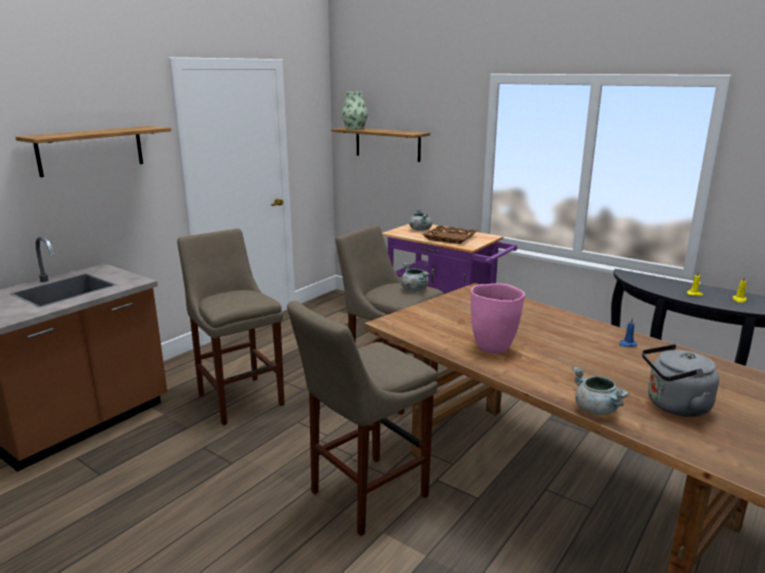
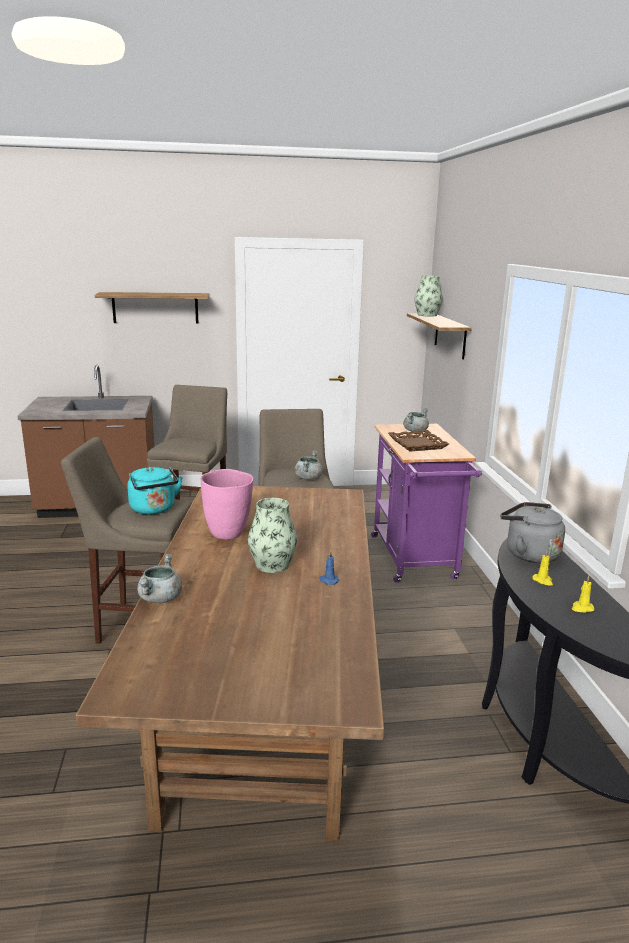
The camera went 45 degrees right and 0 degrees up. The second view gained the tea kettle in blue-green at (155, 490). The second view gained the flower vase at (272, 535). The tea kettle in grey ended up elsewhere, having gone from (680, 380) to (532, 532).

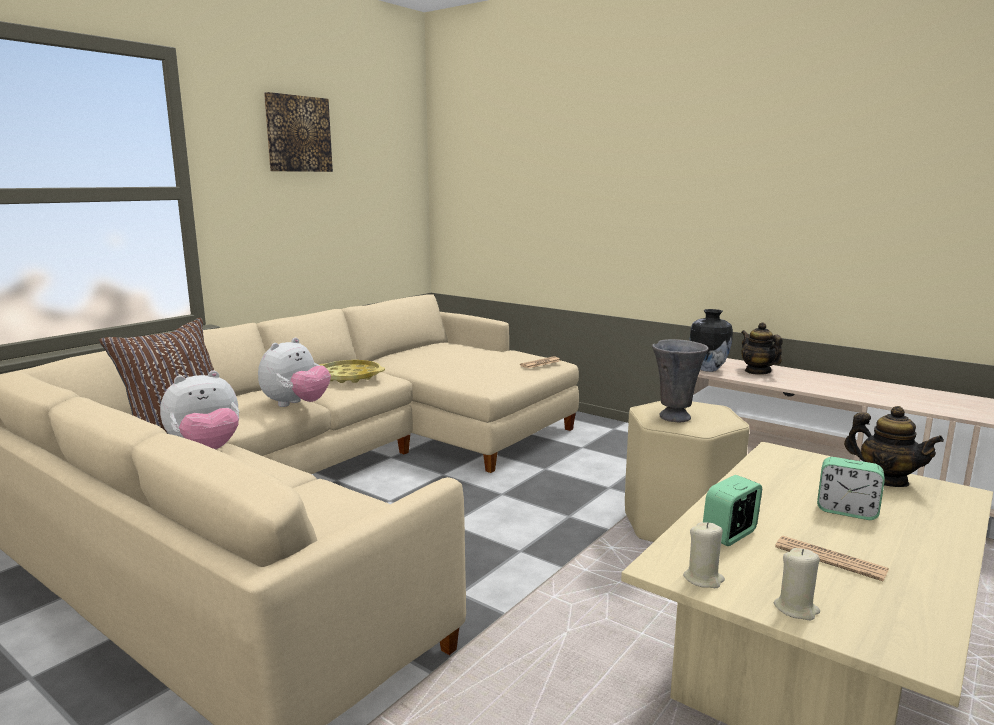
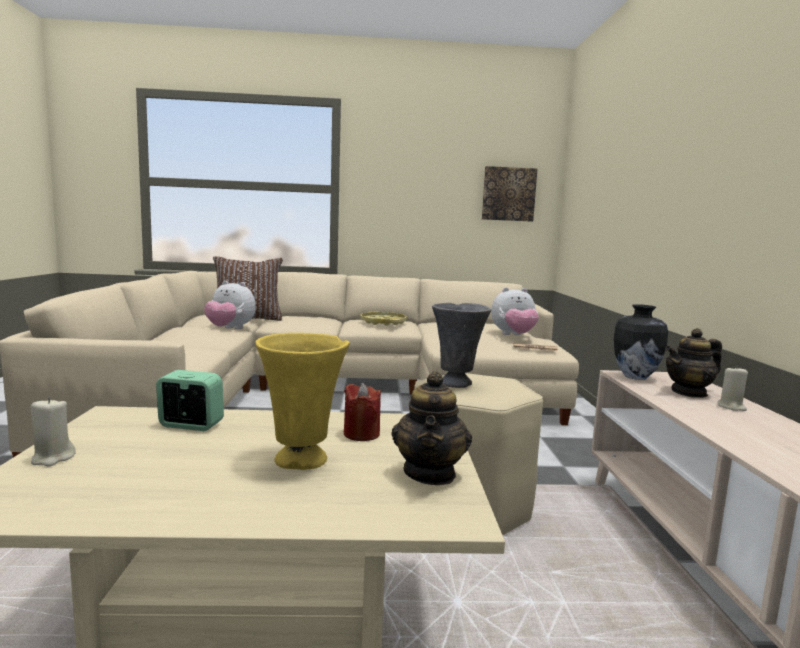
The camera went 50 degrees right and 5 degrees down. The second view lost the printed paper at (832, 558). The second view gained the wax light in red at (362, 412). The soft toy ended up elsewhere, having gone from (294, 372) to (515, 311). The wall art ended up elsewhere, having gone from (298, 132) to (509, 194). The wax light in sand-coloured ended up elsewhere, having gone from (704, 555) to (732, 388). Where the alarm clock stood at (851, 488), the flower vase in yellow came to stand at (303, 401). The tea pot at (762, 348) ended up facing another way, 135 degrees counterclockwise from before.

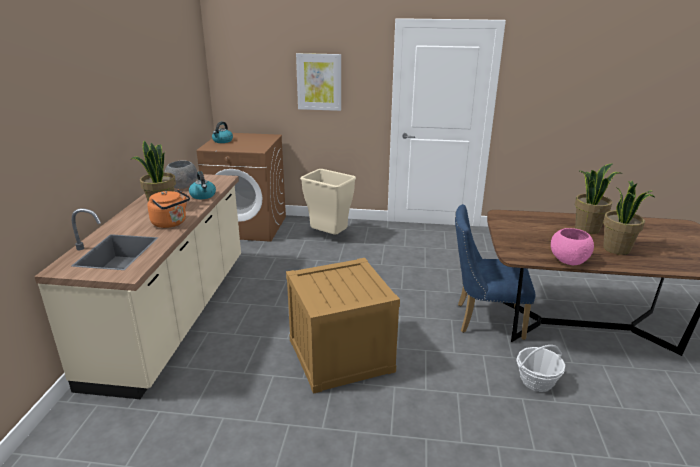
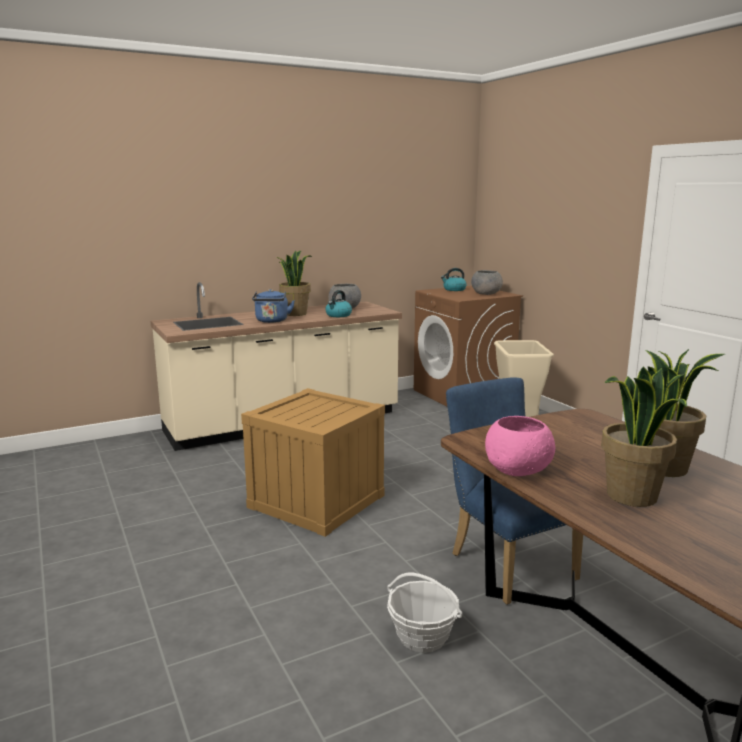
The camera went 55 degrees right and 10 degrees down. The second view lost the wall art at (318, 82). The second view gained the serving bowl in grey at (487, 282). What was the tea kettle in orange at (168, 208) turned into the tea kettle in bluish at (273, 306).

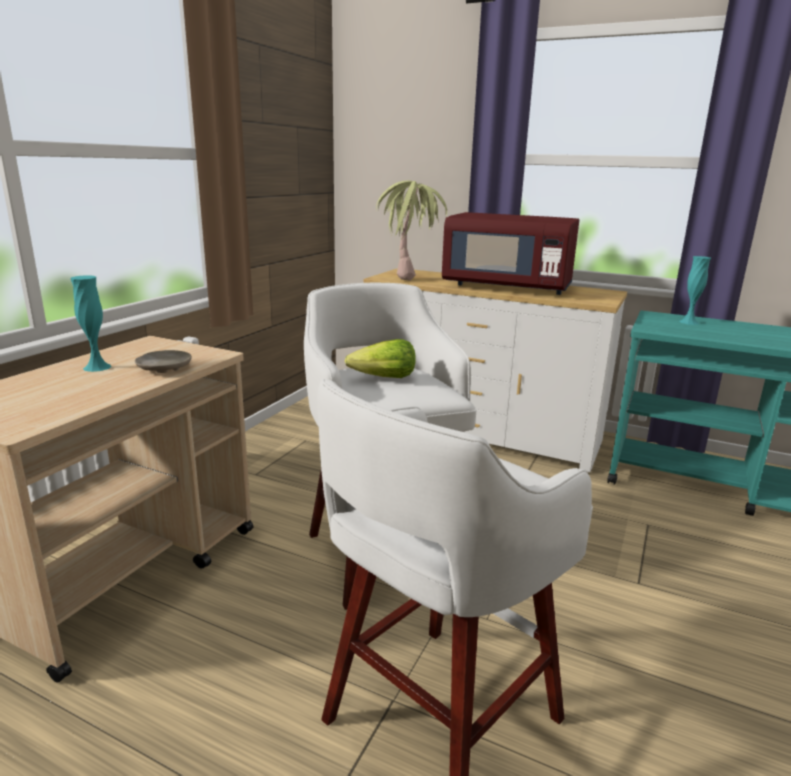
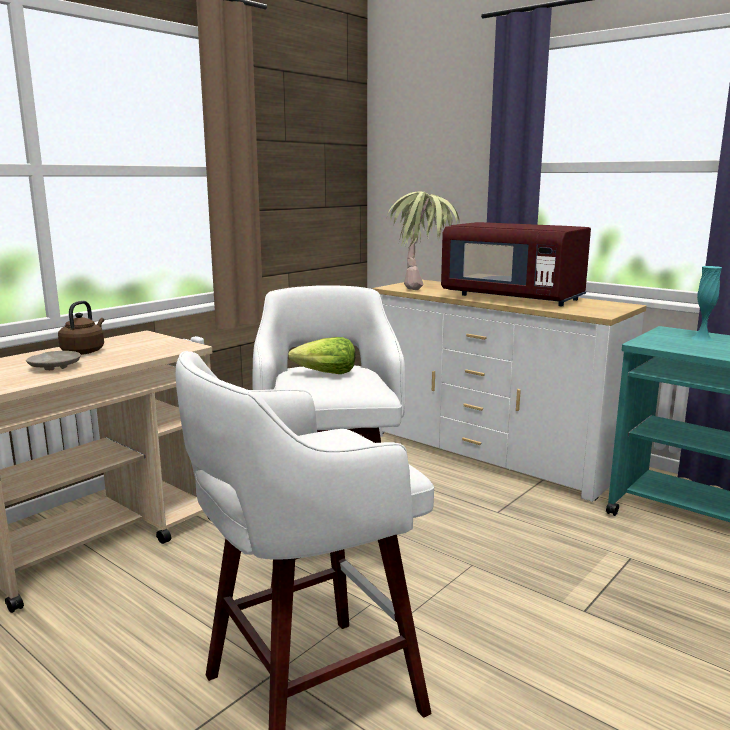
The camera went 15 degrees right and 5 degrees down. The dinner plate in sand-coloured ended up elsewhere, having gone from (163, 361) to (53, 360). Where the flower vase in blue-green stood at (91, 323), the tea kettle in brownish came to stand at (81, 328).

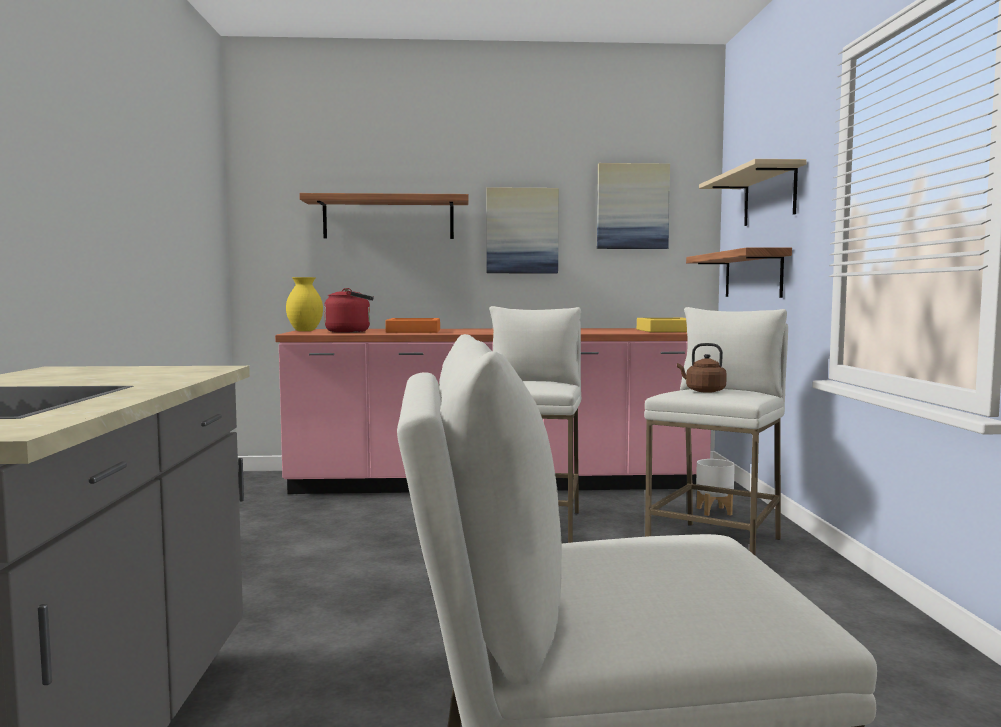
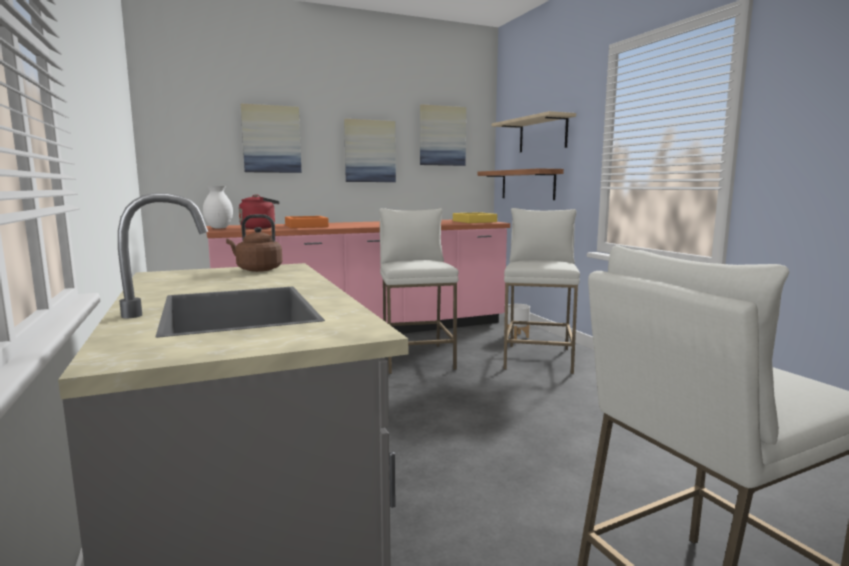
The camera went 20 degrees left and 5 degrees up. The tea kettle in brownish ended up elsewhere, having gone from (702, 368) to (254, 243). Where the wall shelf hung at (384, 216), the wall art came to hang at (271, 138). What was the flower vase in yellow at (304, 304) turned into the flower vase in white-coloured at (218, 207).

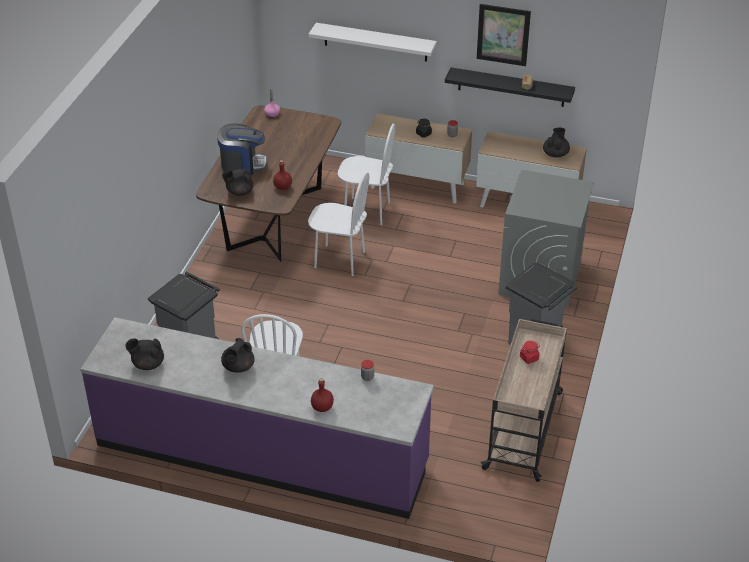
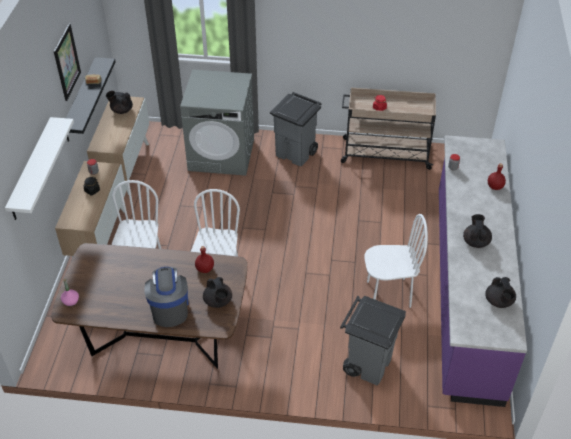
The camera went 100 degrees left and 5 degrees up. The tea pot in blackish at (238, 355) ended up facing another way, 105 degrees counterclockwise from before.

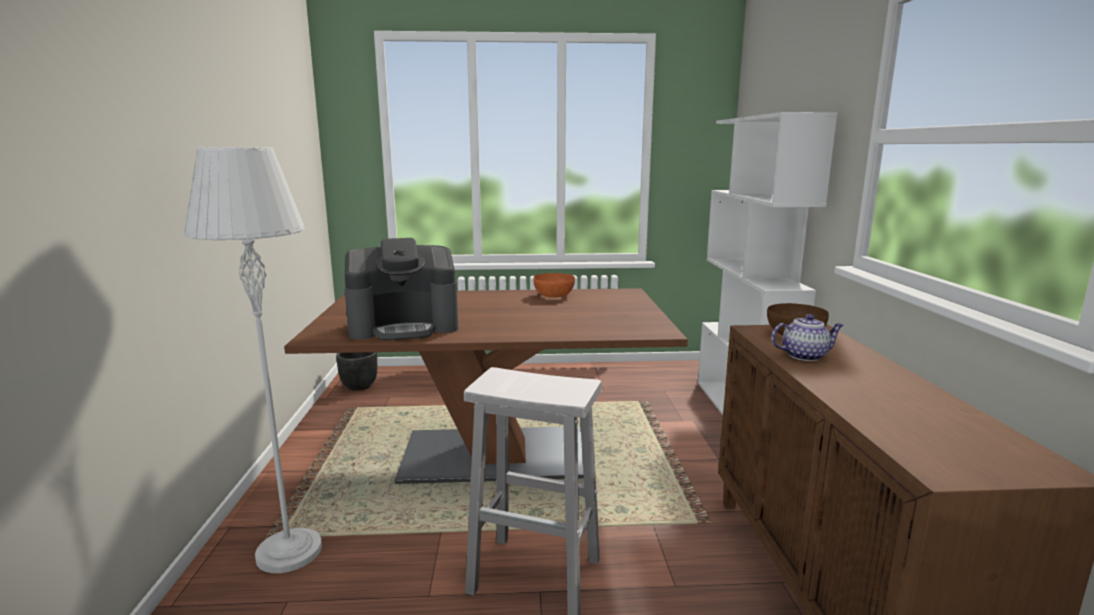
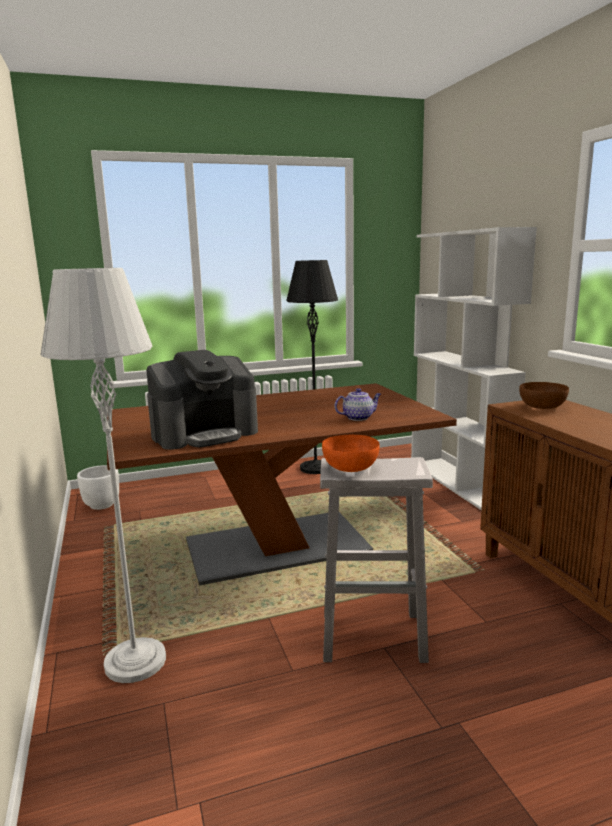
The camera went 15 degrees left and 0 degrees up. The second view gained the floor lamp in blackish at (312, 367). The serving bowl in orange ended up elsewhere, having gone from (554, 285) to (351, 453). The tea pot ended up elsewhere, having gone from (807, 337) to (357, 404). What was the flower pot in blackish at (356, 371) turned into the flower pot in white-coloured at (98, 487).

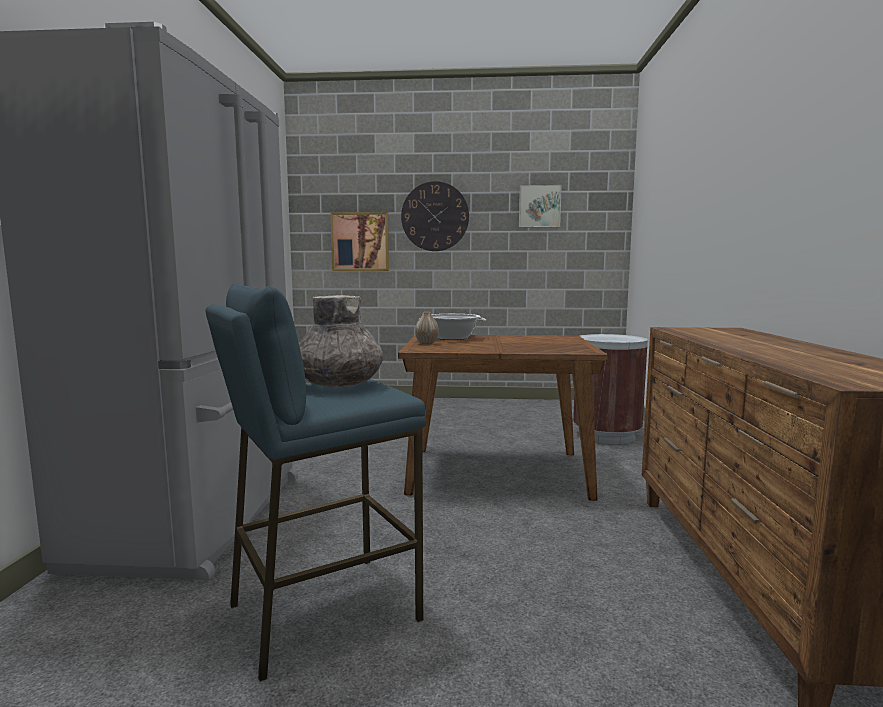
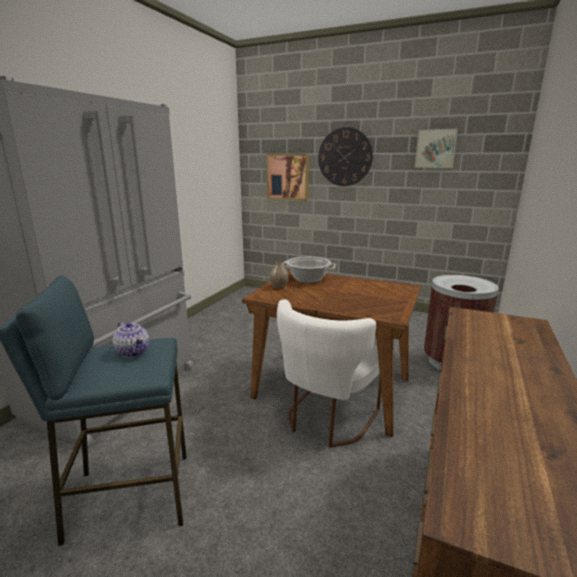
The camera went 20 degrees right and 10 degrees up. The second view gained the chair in white-coloured at (329, 373). Where the flower vase in grey stood at (341, 341), the tea pot came to stand at (131, 340).

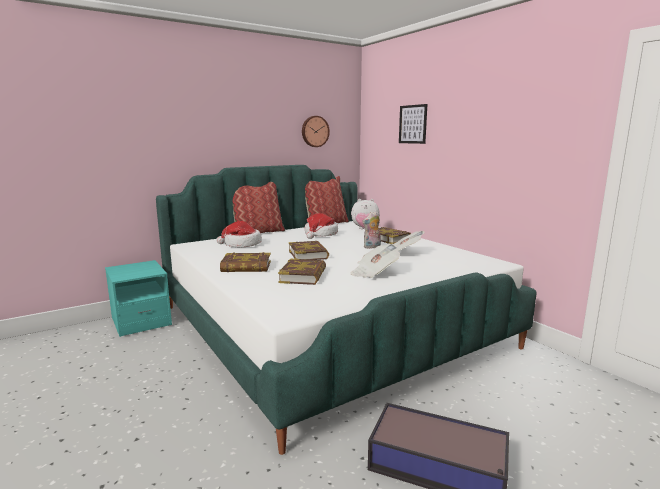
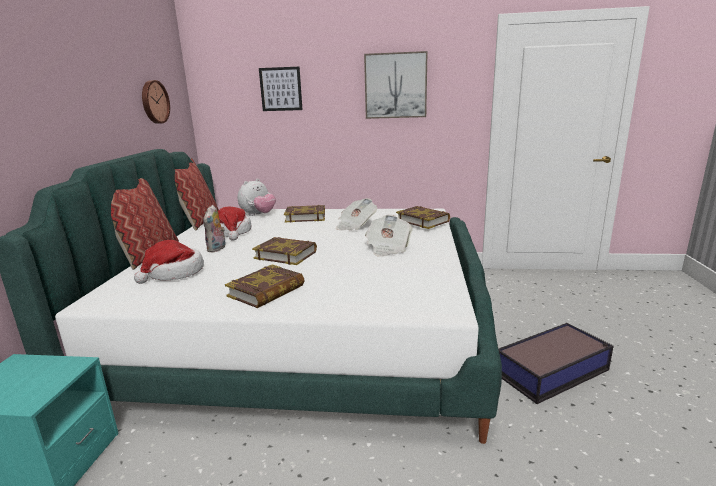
The camera went 50 degrees left and 5 degrees up. The second view gained the wall art at (396, 85). The book ended up elsewhere, having gone from (302, 272) to (423, 217). The soft toy ended up elsewhere, having gone from (371, 230) to (214, 228).

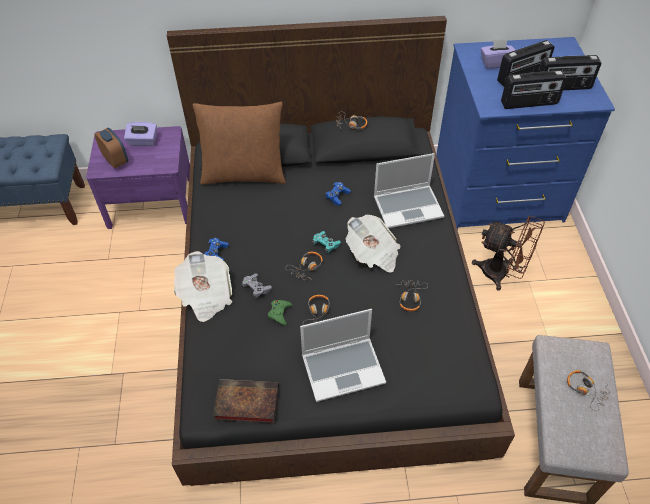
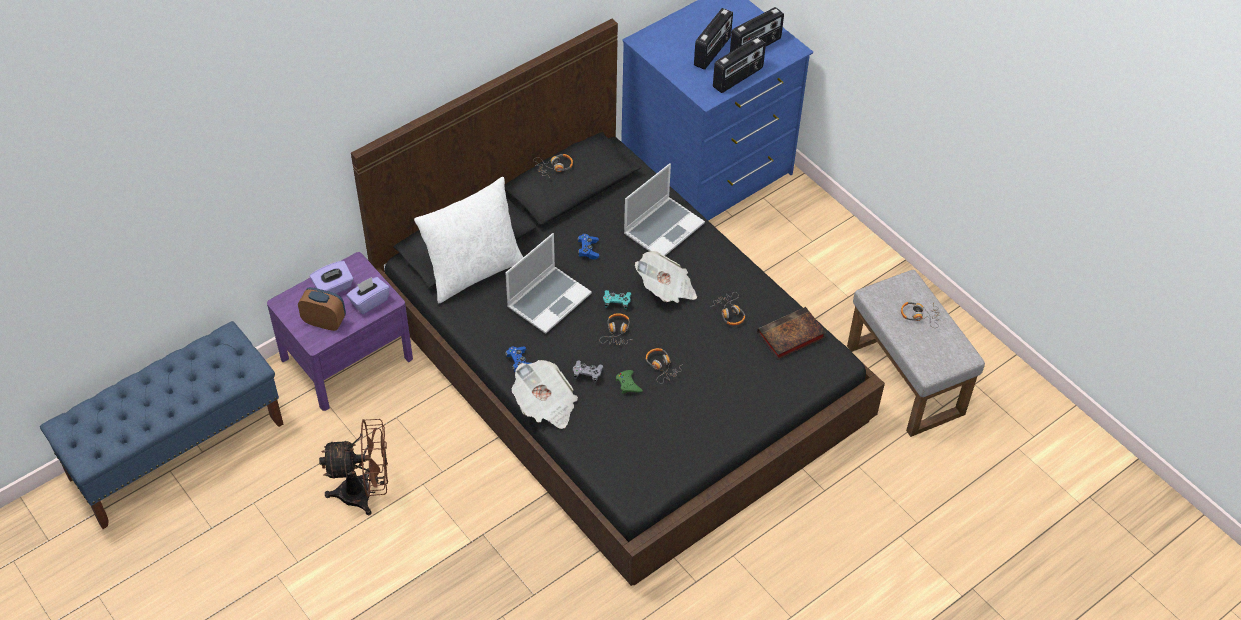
The camera went 35 degrees left and 0 degrees up. The book ended up elsewhere, having gone from (246, 401) to (791, 333). The laptop ended up elsewhere, having gone from (343, 355) to (548, 283). The electric fan in brownish ended up elsewhere, having gone from (508, 253) to (353, 467). The tissue holder in purplish ended up elsewhere, having gone from (498, 54) to (368, 295). What was the pillow in brownish at (239, 143) turned into the pillow in white-coloured at (468, 240).

